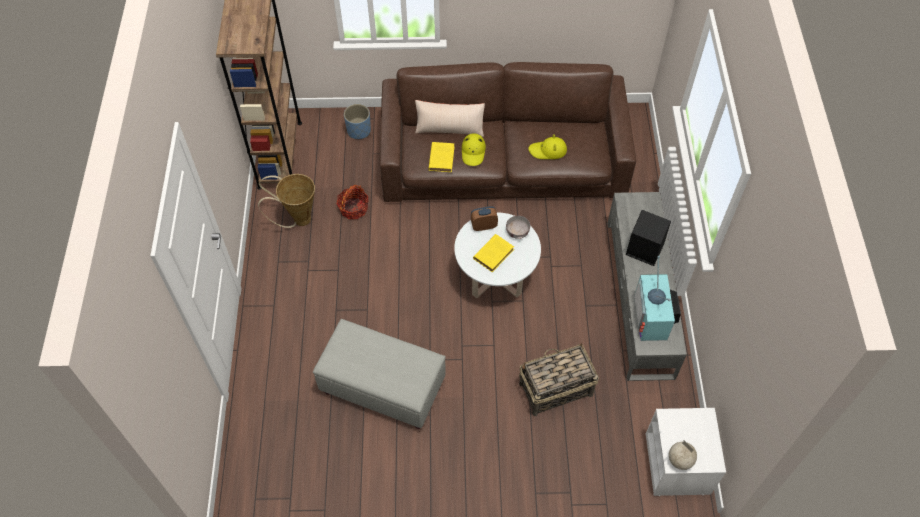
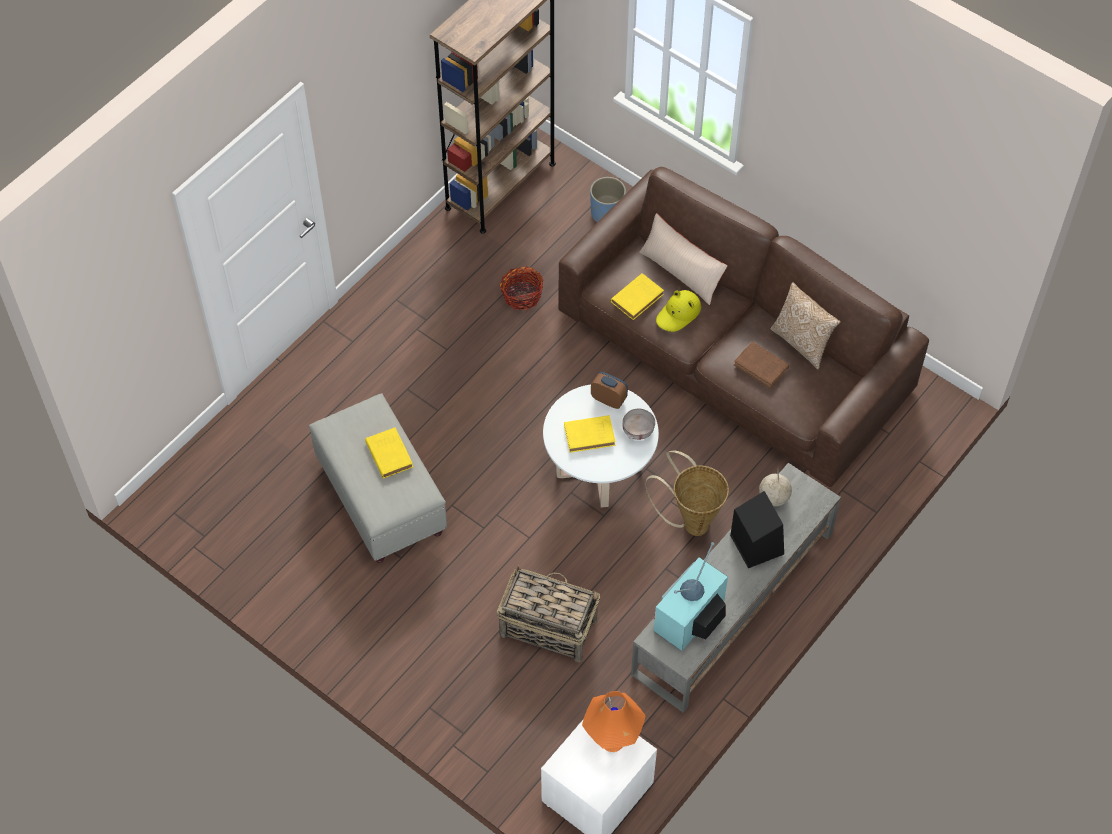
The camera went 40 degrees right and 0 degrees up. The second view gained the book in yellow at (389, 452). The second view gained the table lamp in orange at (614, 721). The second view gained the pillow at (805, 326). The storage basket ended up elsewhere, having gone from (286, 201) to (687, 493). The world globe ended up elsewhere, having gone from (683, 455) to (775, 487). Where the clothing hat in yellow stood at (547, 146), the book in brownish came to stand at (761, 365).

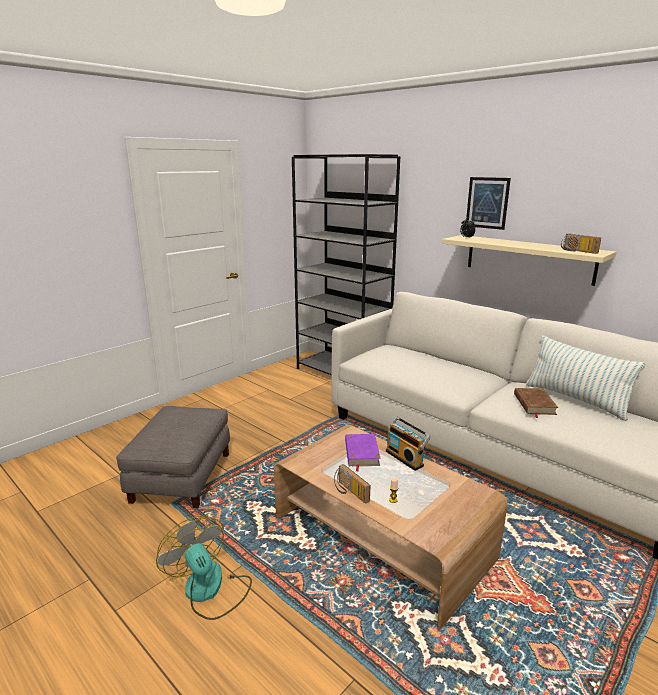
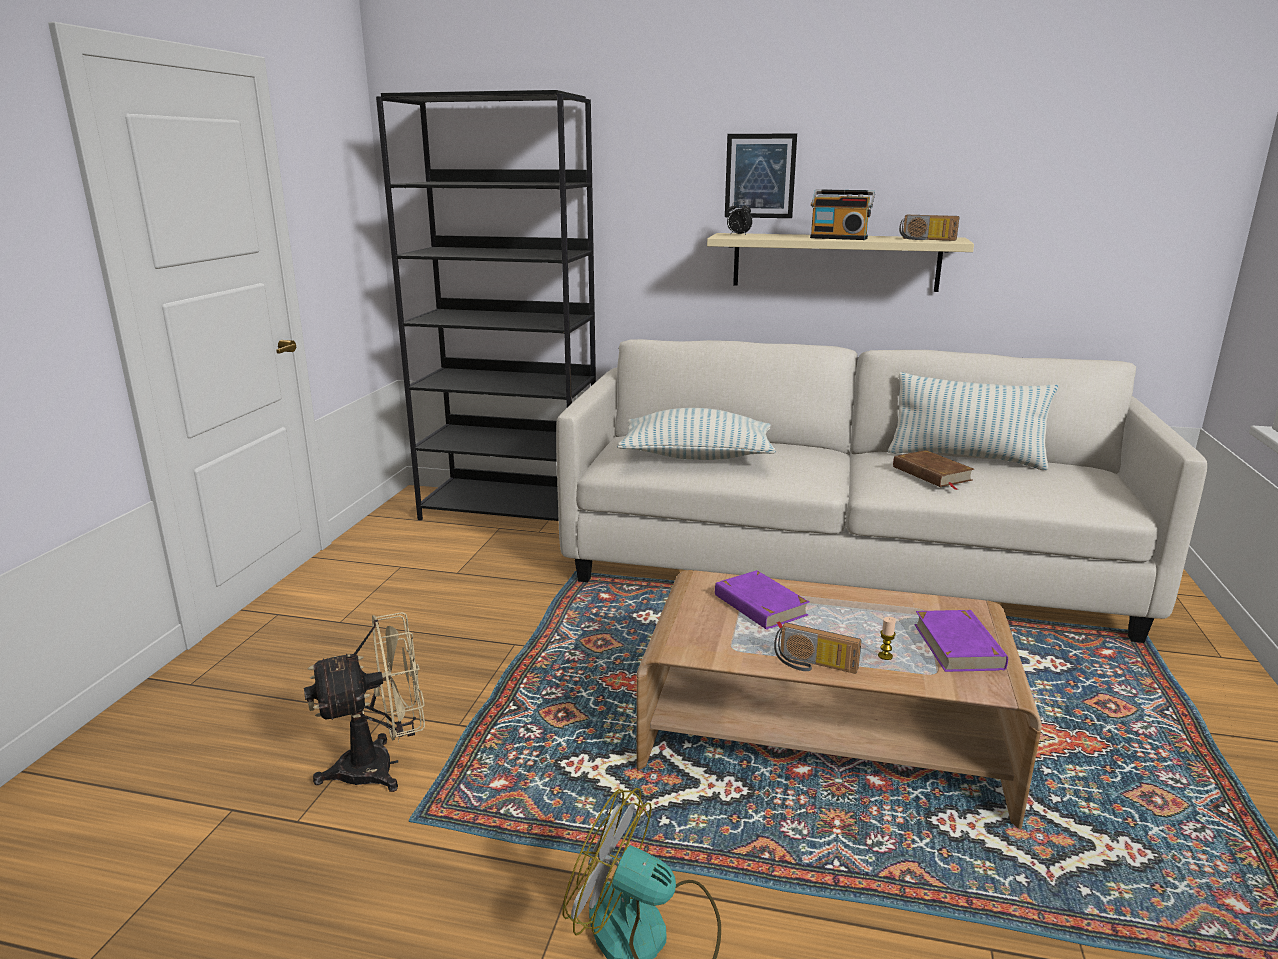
The camera went 30 degrees left and 0 degrees up. The second view gained the pillow at (696, 434). The second view gained the book in purplish at (961, 641). The radio set ended up elsewhere, having gone from (408, 444) to (842, 214). Where the ottoman in grey stood at (173, 457), the electric fan in sand-coloured came to stand at (364, 702).

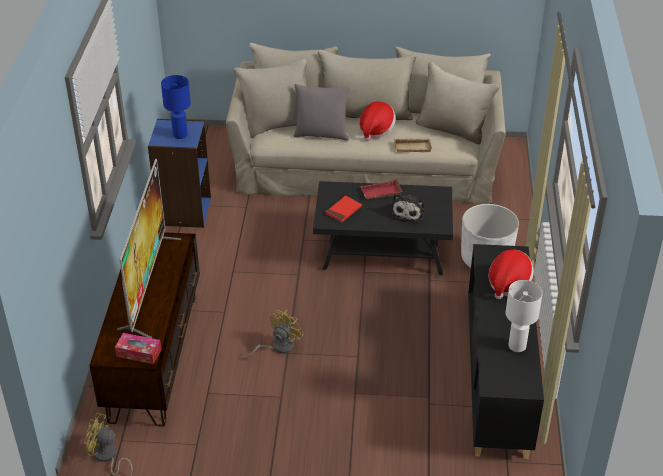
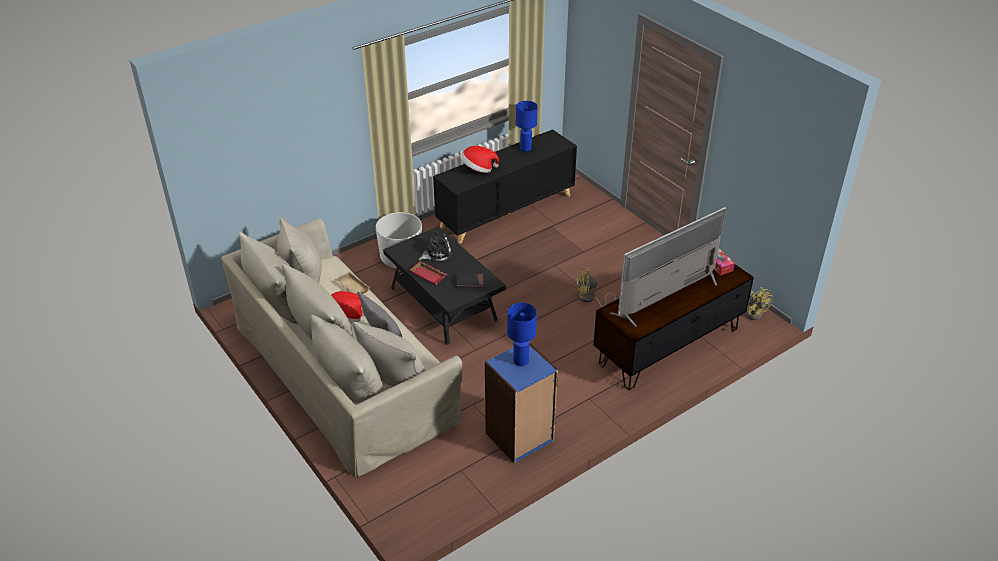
The camera went 130 degrees left and 0 degrees up. What was the book in red at (344, 209) turned into the book in blackish at (469, 280). What was the table lamp in white-coloured at (524, 316) turned into the table lamp in bluish at (527, 126).

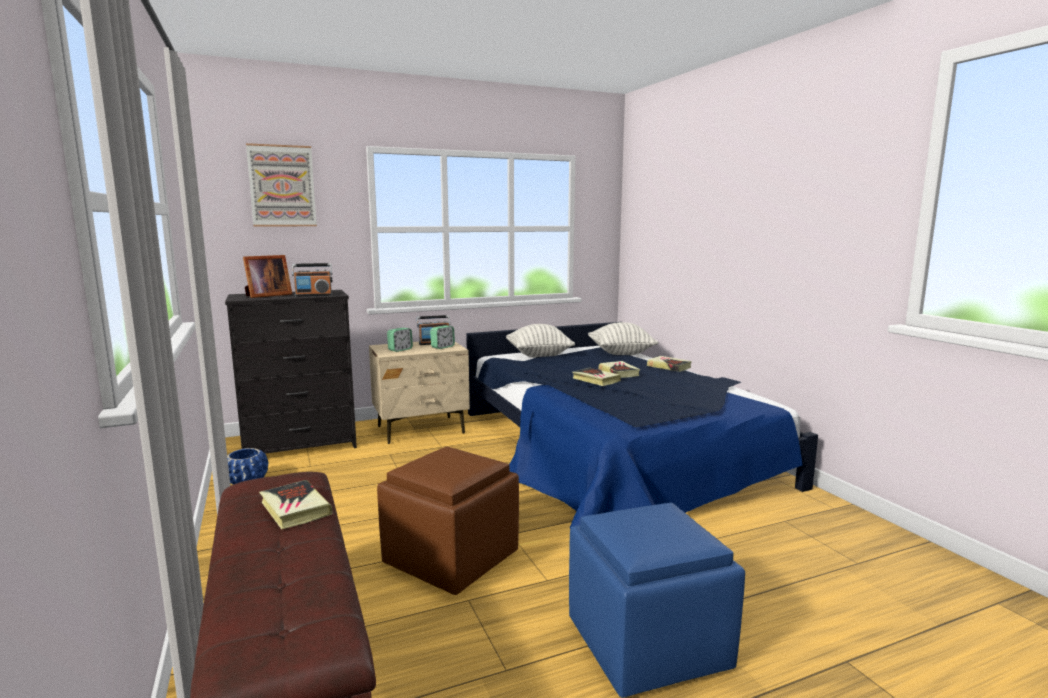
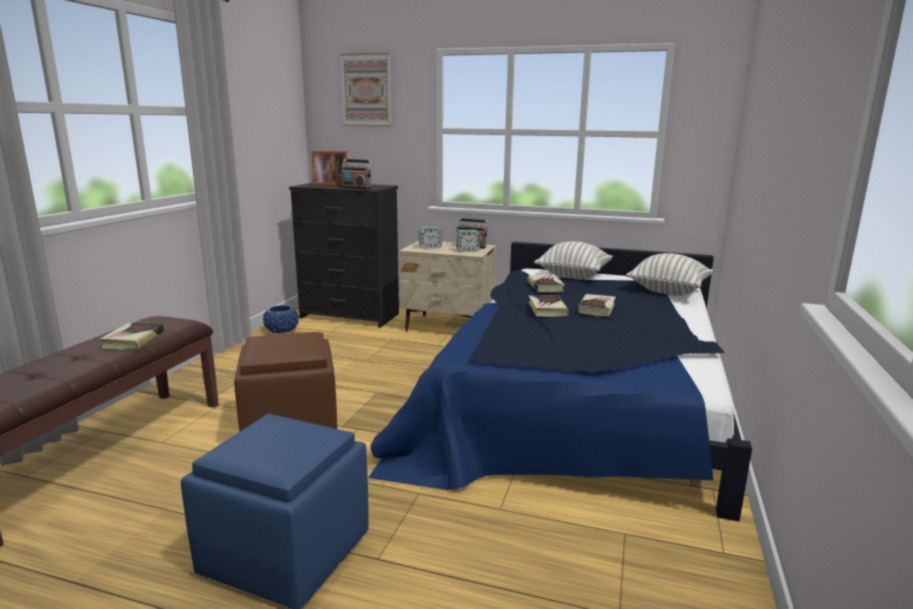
The camera went 40 degrees right and 5 degrees up. The book ended up elsewhere, having gone from (669, 364) to (546, 283).

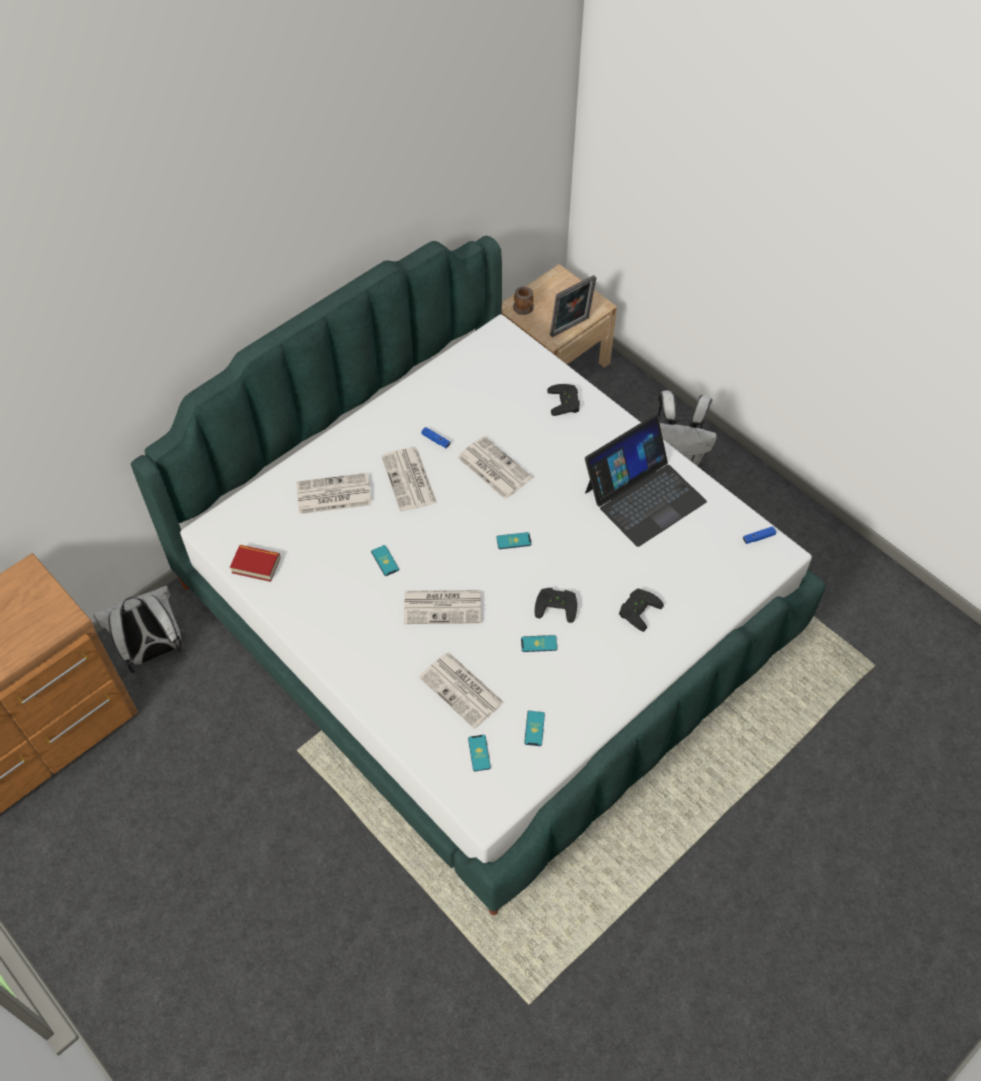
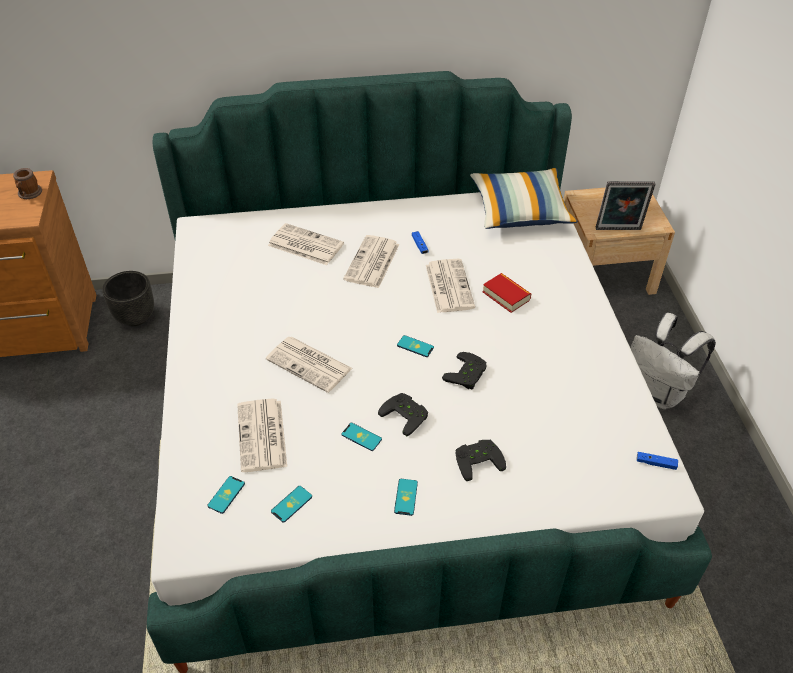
The camera went 35 degrees right and 10 degrees down. The second view lost the laptop at (646, 481). The second view gained the pillow at (524, 198). The book ended up elsewhere, having gone from (255, 563) to (507, 293). The telephone ended up elsewhere, having gone from (385, 560) to (406, 497). The mug ended up elsewhere, having gone from (523, 301) to (27, 183). The game controller in blackish ended up elsewhere, having gone from (563, 400) to (464, 371). Where the backpack in white-coloured stood at (138, 629), the flower pot in blackish came to stand at (128, 298).

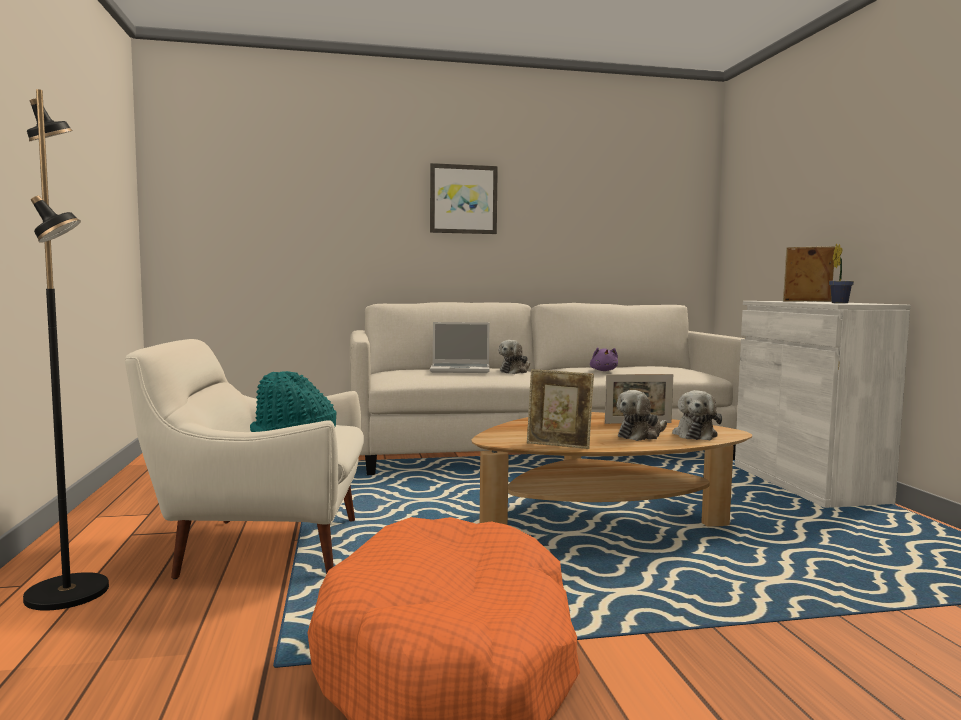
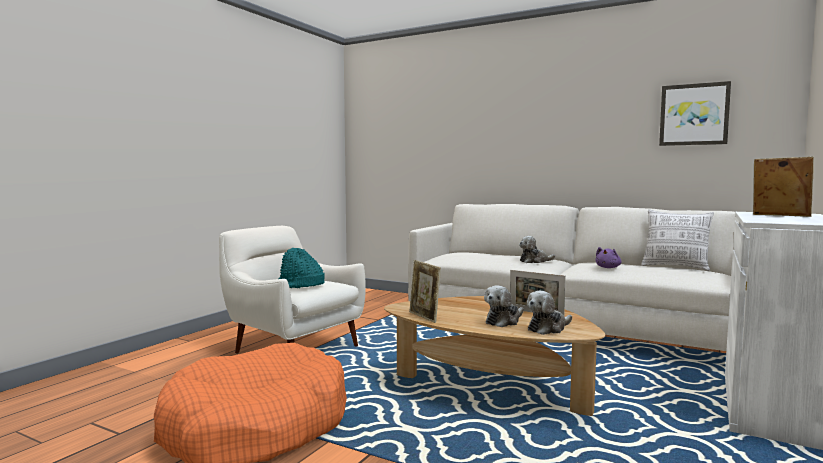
The camera went 40 degrees right and 0 degrees up. The second view lost the floor lamp in blackish at (66, 350). The second view lost the laptop at (459, 347). The second view lost the houseplant at (841, 273). The second view gained the pillow at (677, 240). The wall art ended up elsewhere, having gone from (464, 198) to (695, 113). The soft toy at (641, 415) ended up facing another way, 45 degrees counterclockwise from before.

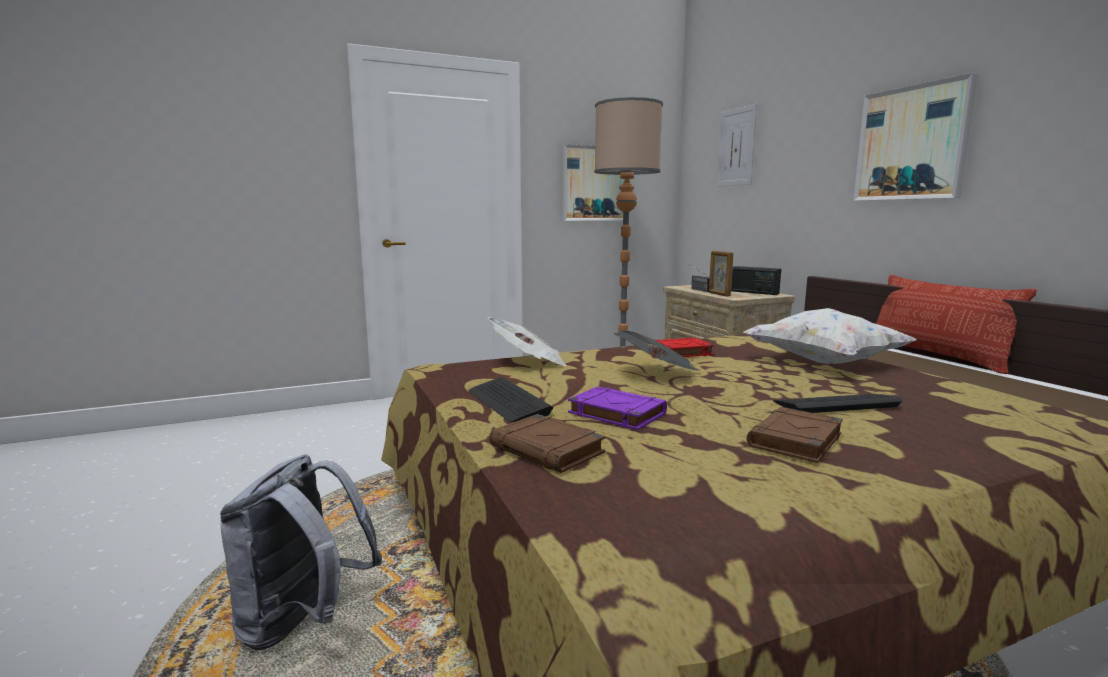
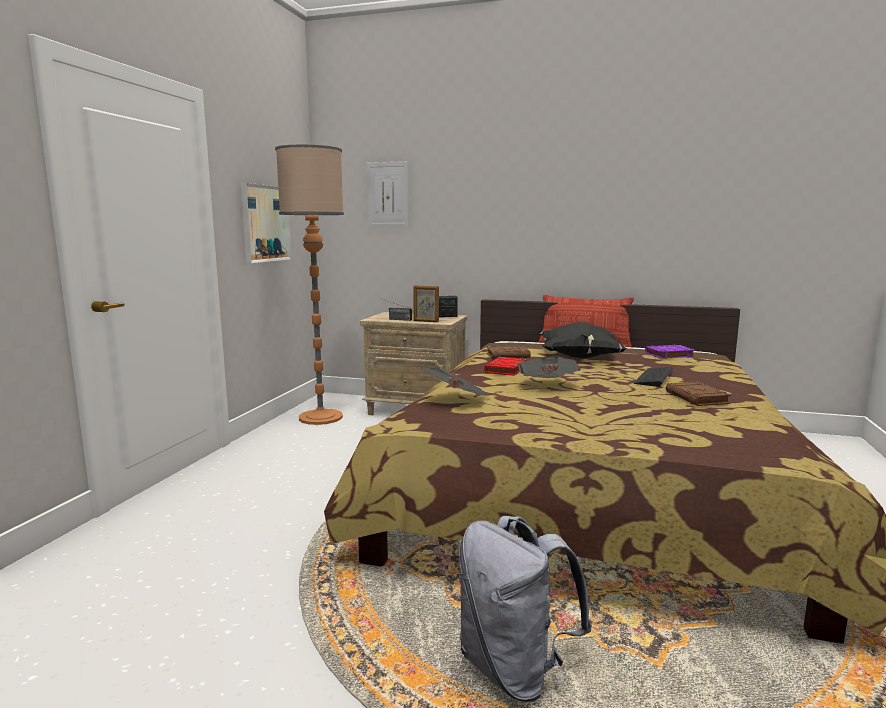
The camera went 50 degrees left and 0 degrees up. The second view lost the computer keyboard at (511, 399). The second view lost the wall art at (915, 137). The book in brownish ended up elsewhere, having gone from (547, 443) to (509, 352). The book in purplish ended up elsewhere, having gone from (617, 408) to (670, 352). What was the pillow in white-coloured at (830, 336) turned into the pillow in blackish at (583, 340).

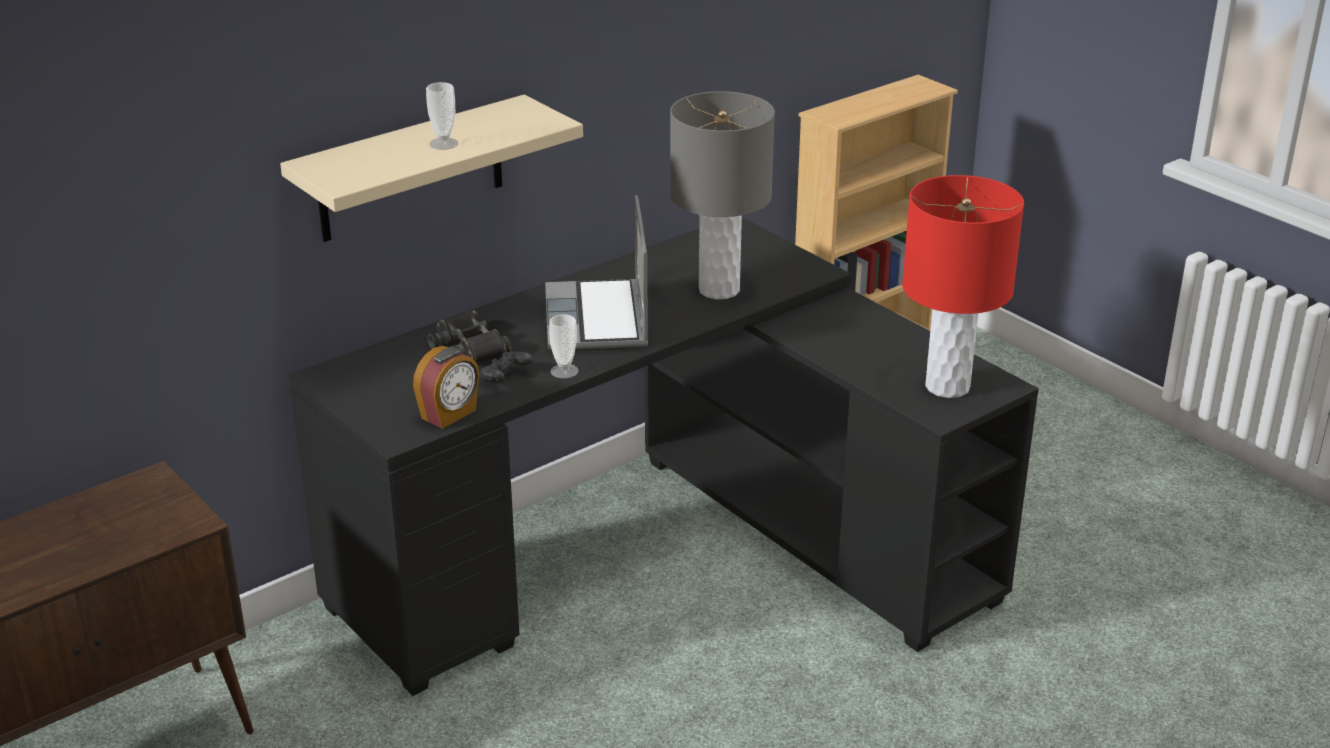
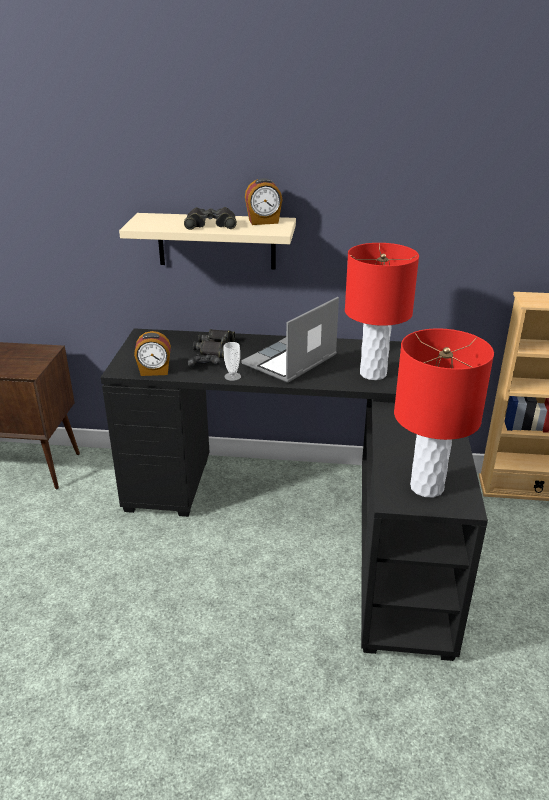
The camera went 45 degrees right and 0 degrees up. The second view gained the alarm clock at (263, 201). Where the small cup stood at (442, 116), the binoculars in blackish came to stand at (210, 218). What was the table lamp in grey at (722, 195) turned into the table lamp in red at (382, 311).

